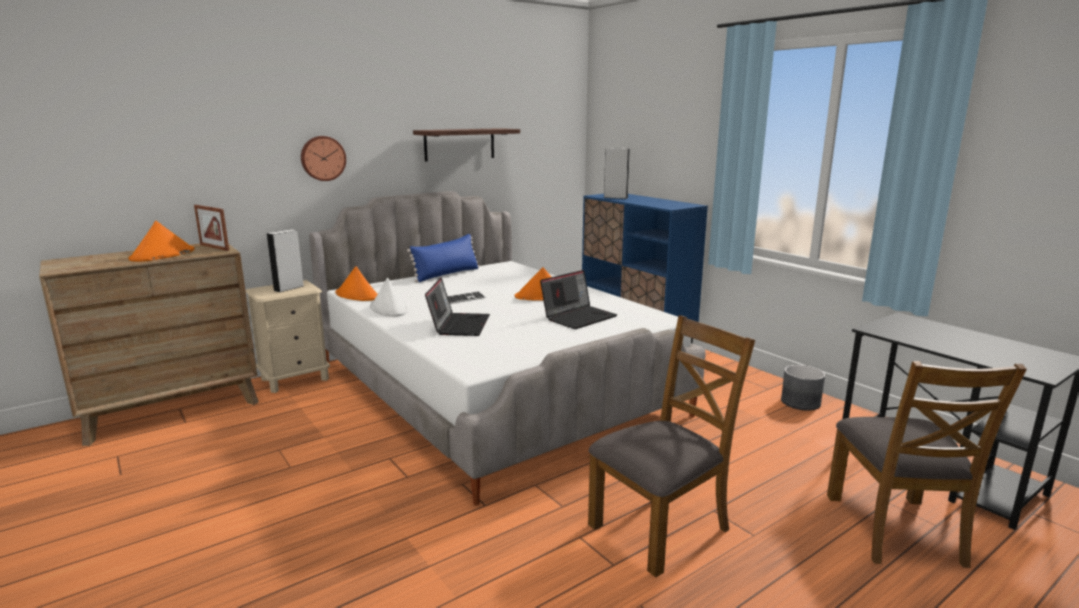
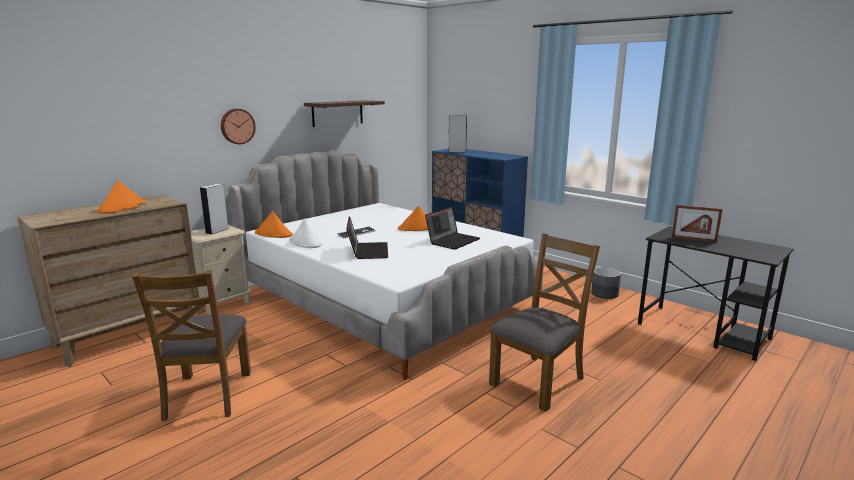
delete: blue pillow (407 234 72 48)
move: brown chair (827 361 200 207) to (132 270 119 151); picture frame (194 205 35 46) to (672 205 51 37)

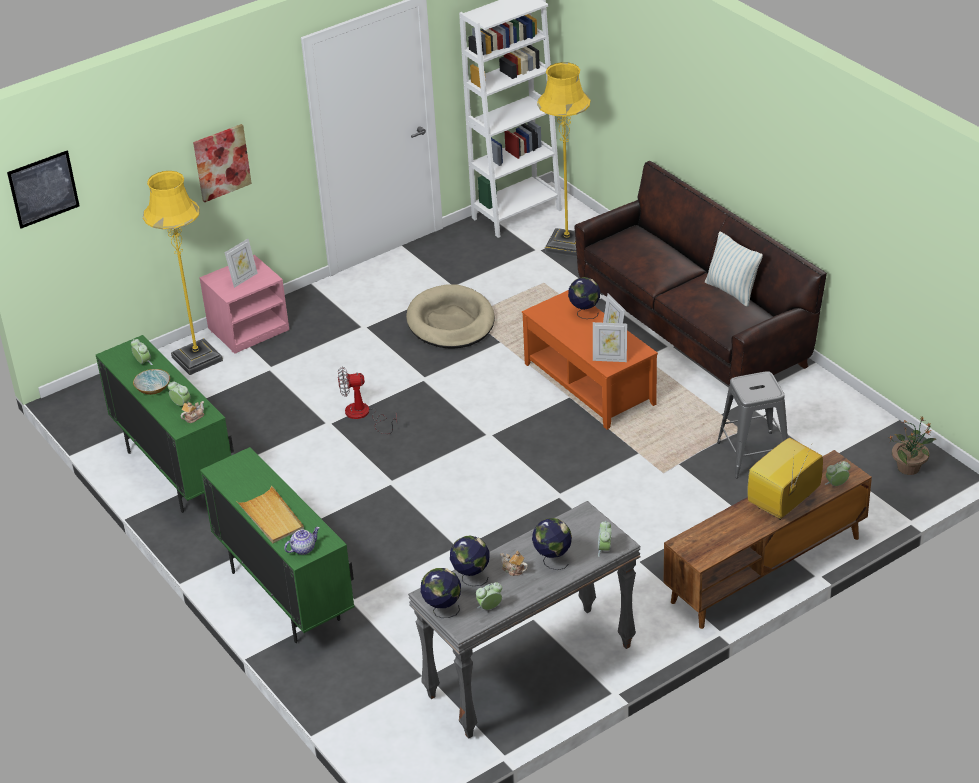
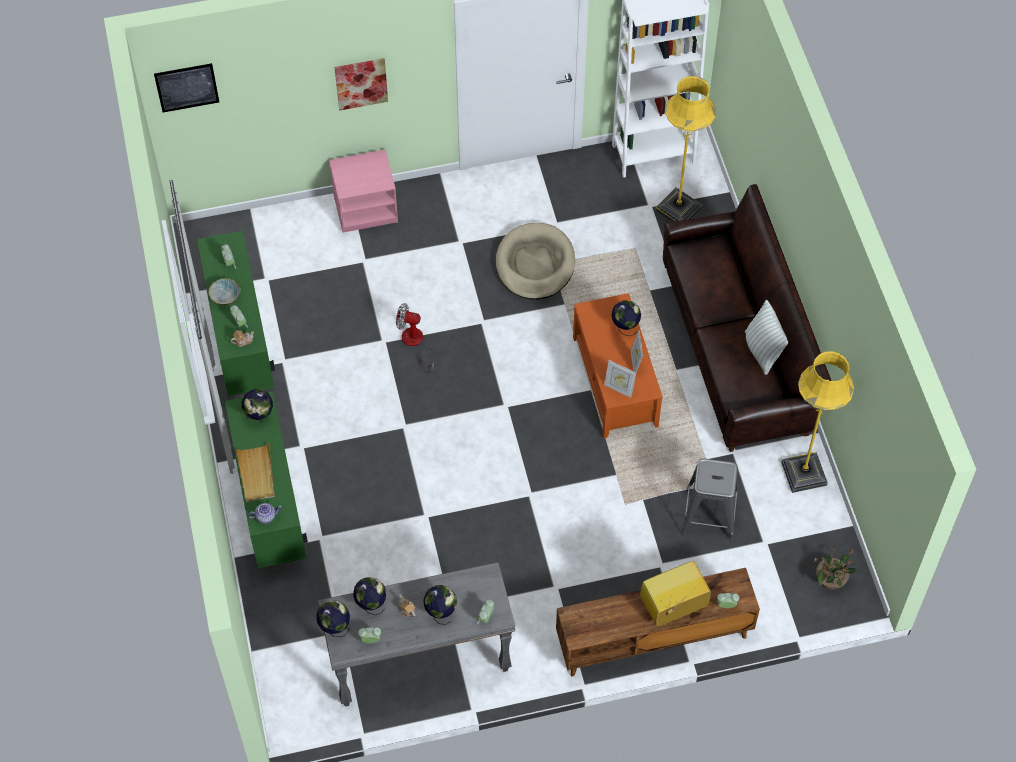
delete: picture frame (225 238 32 50)
insert: globe (242 389 31 34)
move: yellow floor lamp (143 171 80 204) to (781 351 73 142)

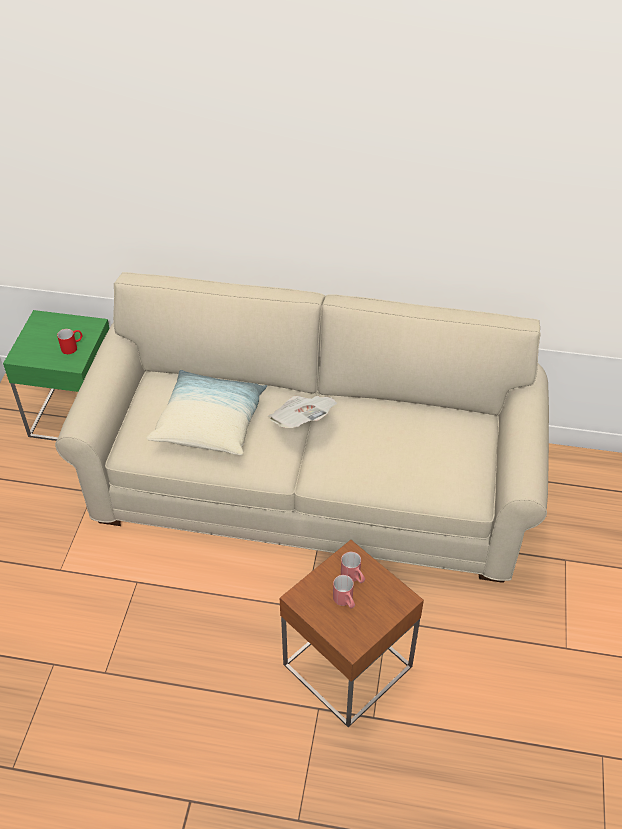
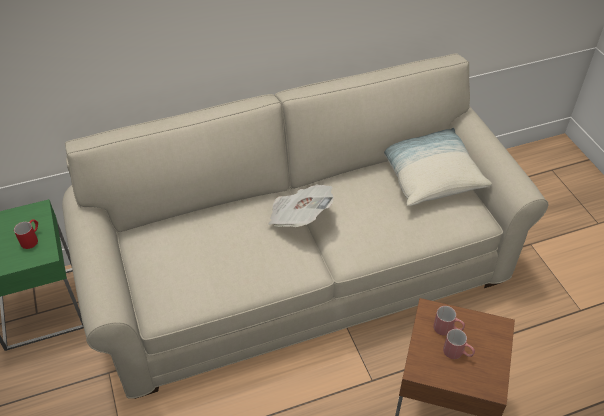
move: pillow (146 370 121 85) to (384 128 108 78)

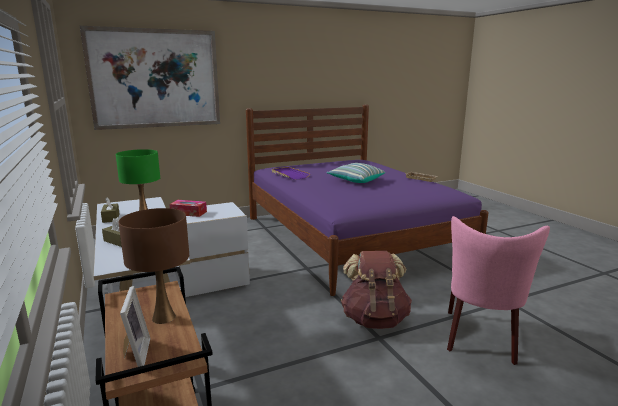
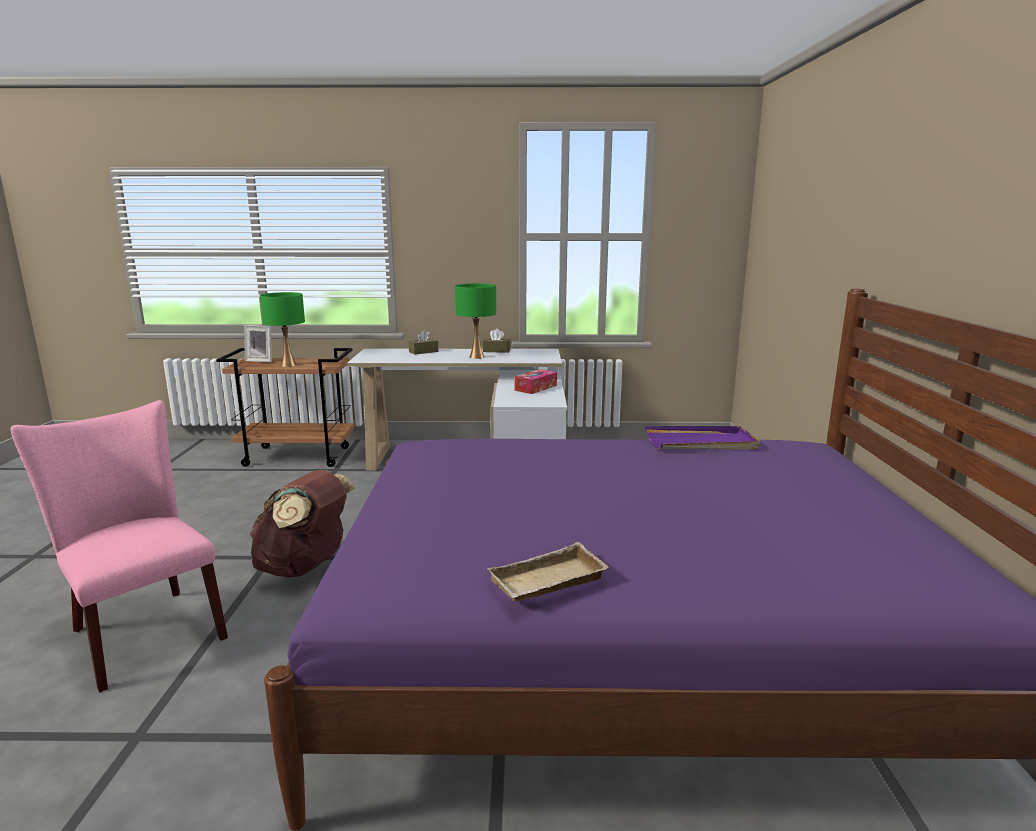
delete: picture (80 26 140 104); pillow (327 163 59 20)
recolor: brown table lamp (118 208 71 116) to green table lamp (260 292 45 75)

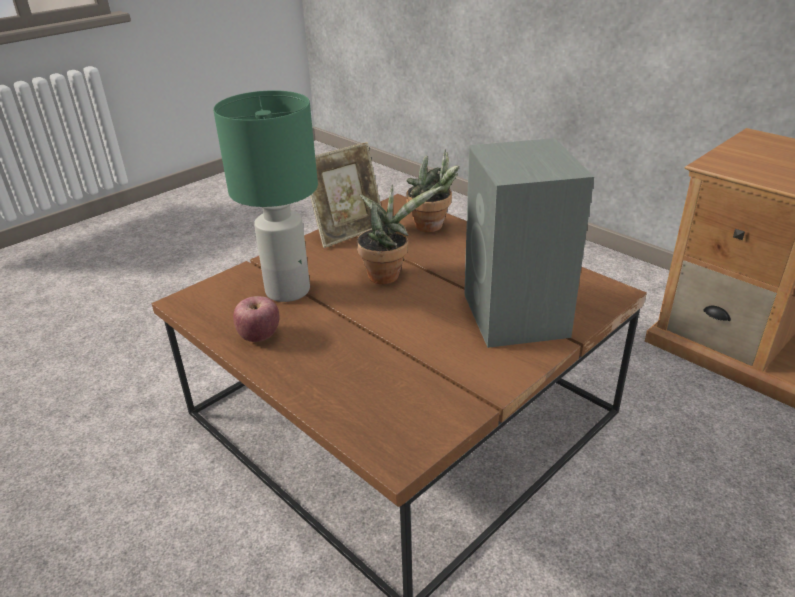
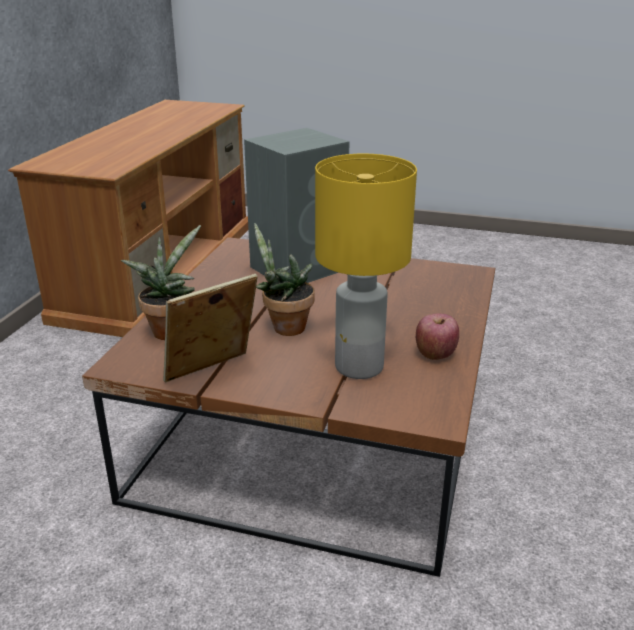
recolor: green table lamp (213 90 105 212) to yellow table lamp (315 154 102 225)
rotate: picture frame (310 142 71 106) = (163 274 95 109) 60 degrees counterclockwise

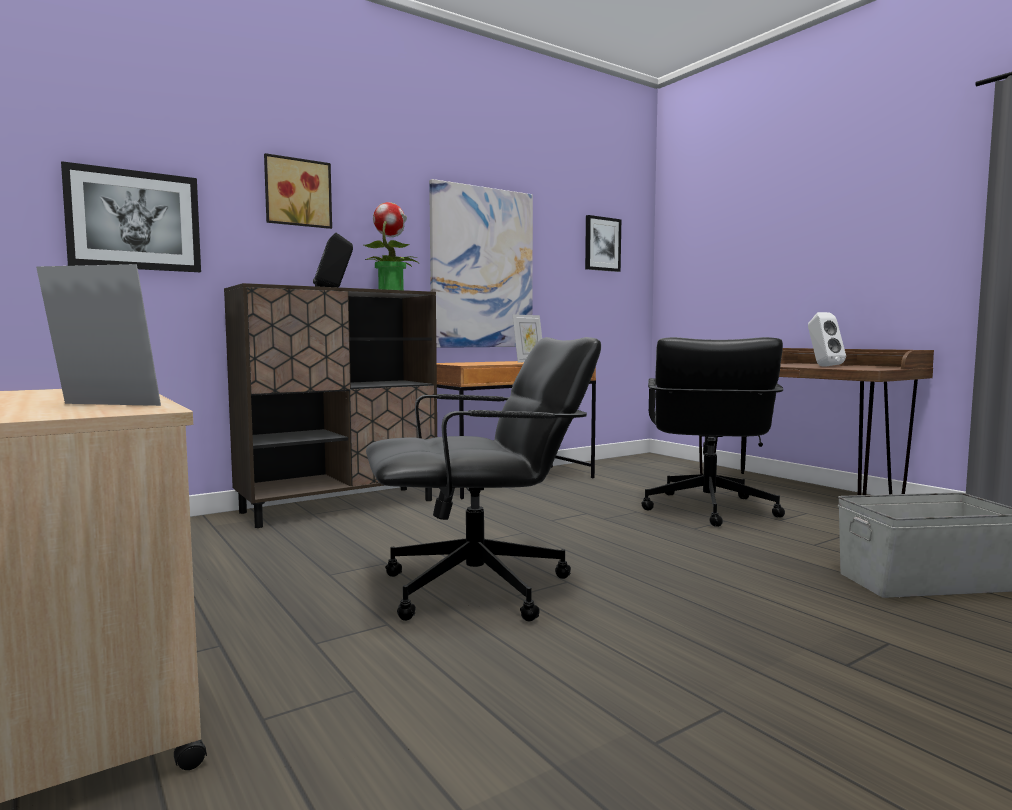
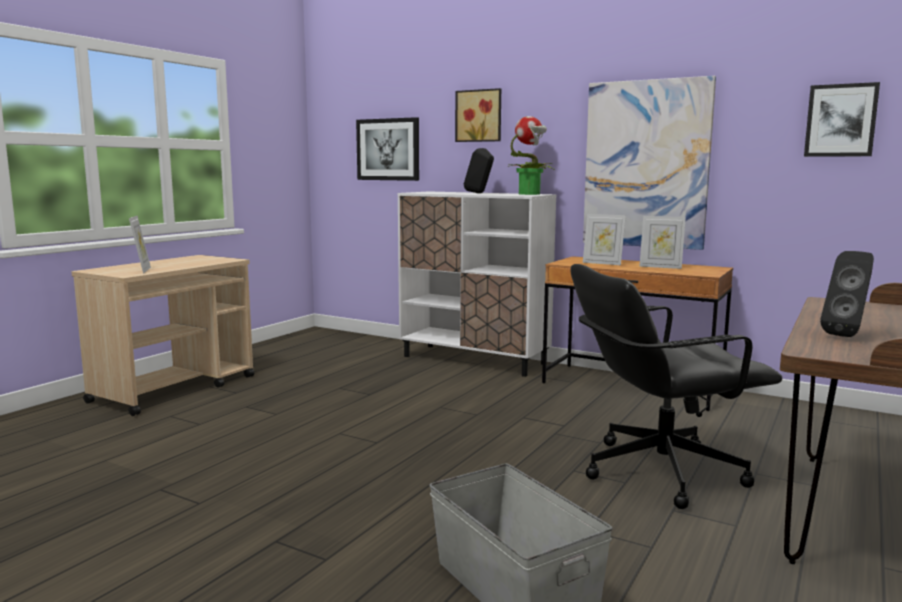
delete: black office chair (366 337 235 284)
insert: picture frame (583 214 43 51)
recolor: brown cabinet (224 283 213 245) to white cabinet (398 191 158 186); white speaker (808 312 38 55) to black speaker (820 251 54 86)

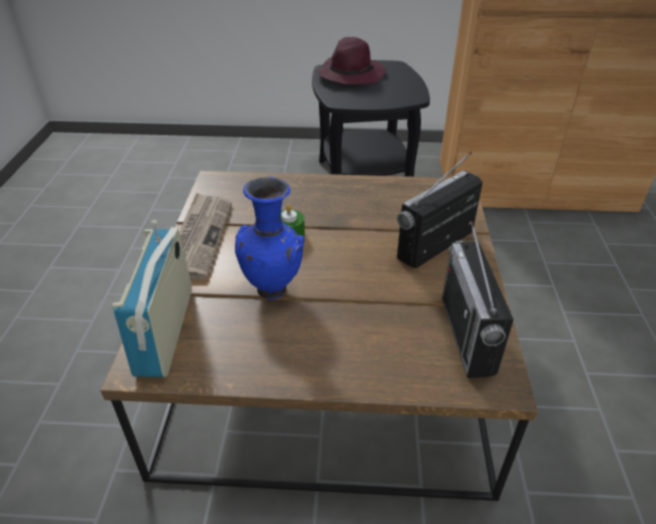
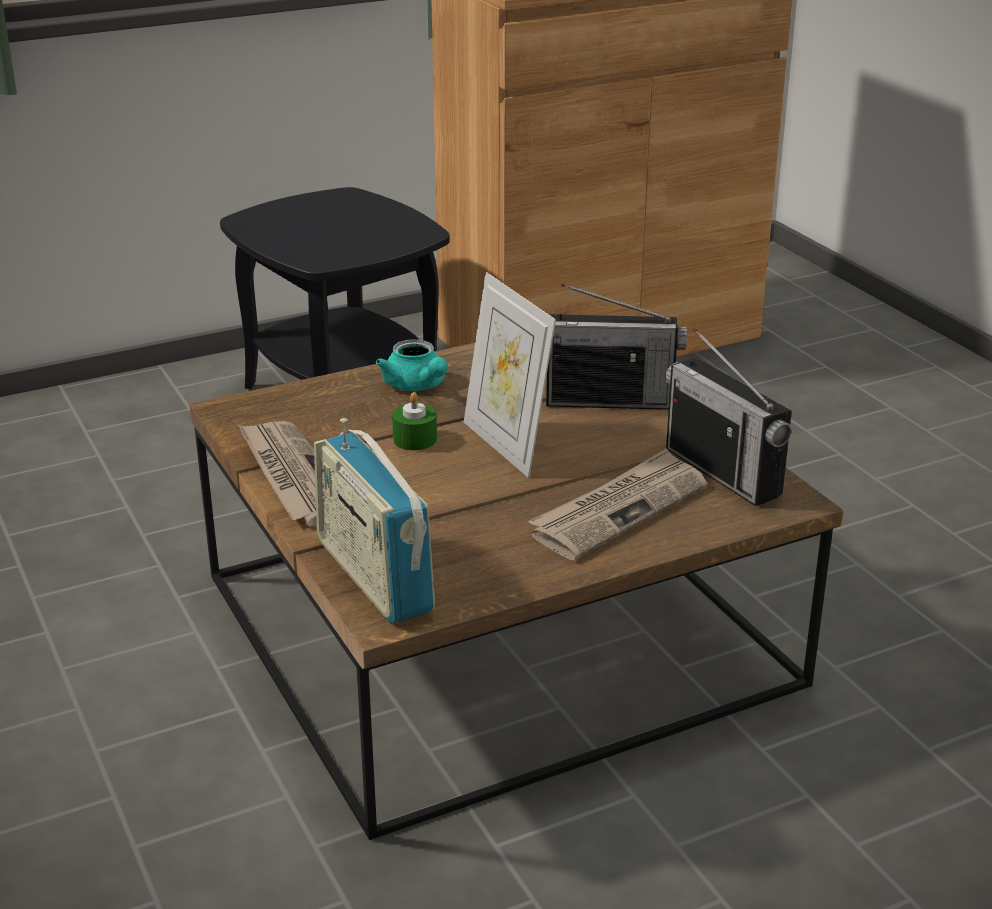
delete: blue vase (235 177 69 124); purple hat (316 37 70 48)
insert: turquoise teapot (376 339 72 52); picture frame (464 272 92 205); newspaper (528 448 179 113)
rotate: radio (397 152 86 116) = (546 284 141 126) 105 degrees counterclockwise

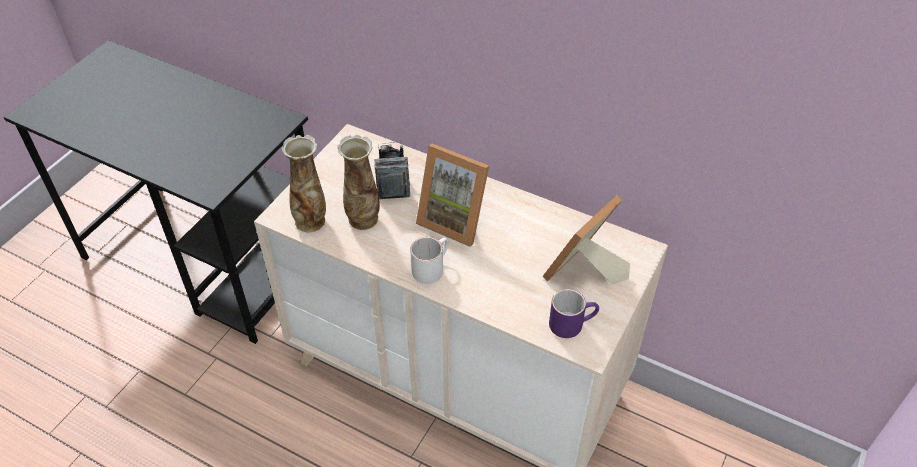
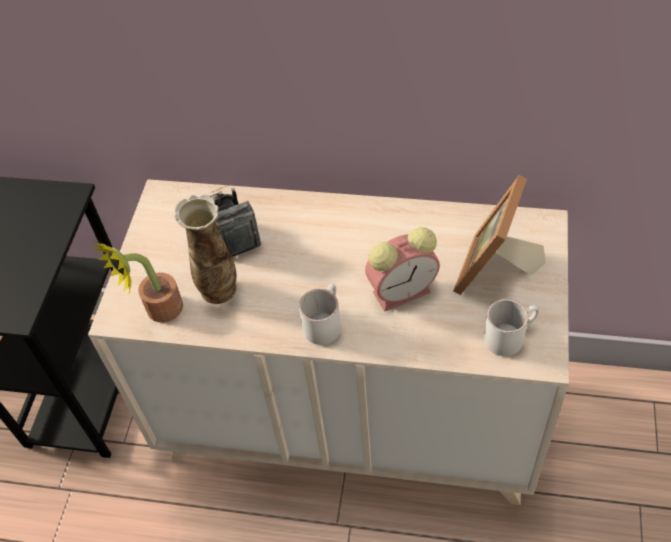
delete: picture frame (416 144 73 103)
insert: alarm clock (365 227 75 85)
replace: vase (281 135 45 97) to potted plant (91 240 92 82)
recolor: purple mug (549 289 50 49) to white mug (484 299 55 57)

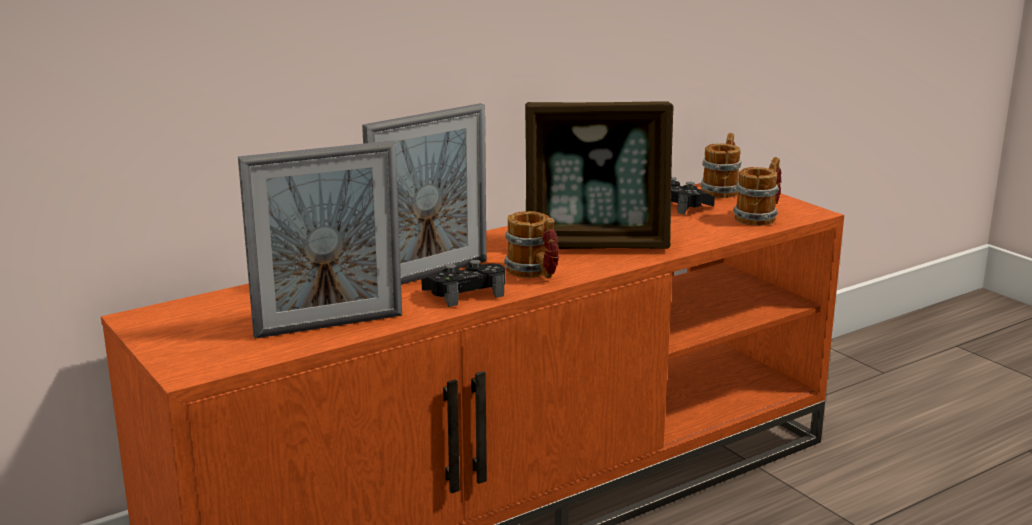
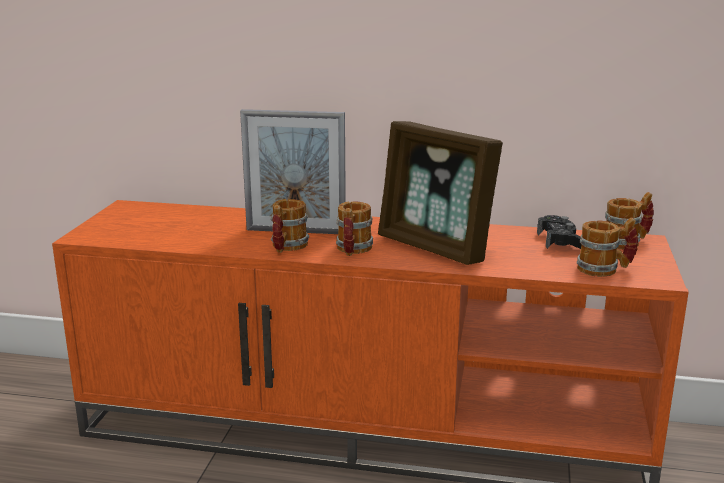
delete: picture frame (238 141 164 198)
replace: black game controller (421 260 84 47) to mug (271 199 38 54)

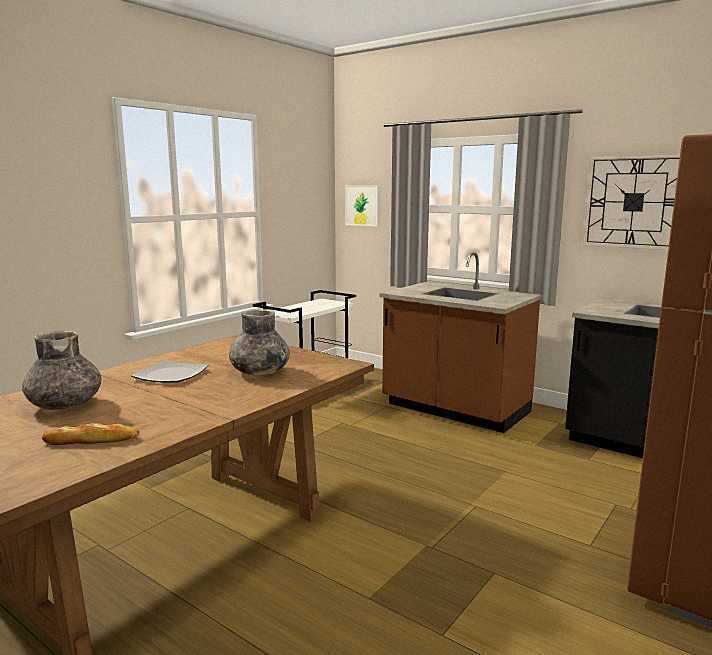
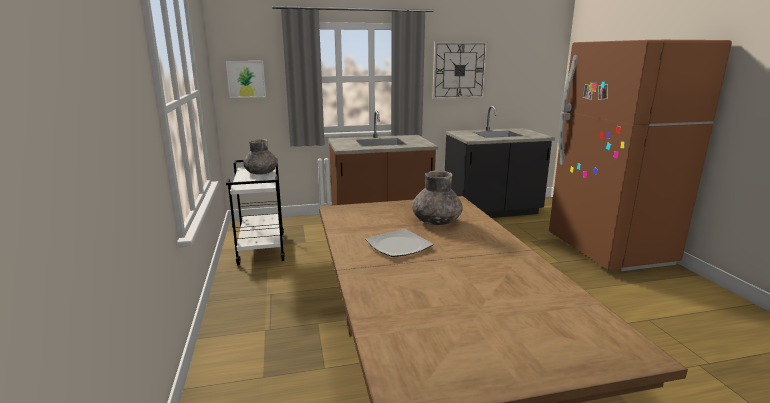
delete: bread (42 423 98 22)
move: grey vase (22 330 80 80) to (243 139 35 36)

